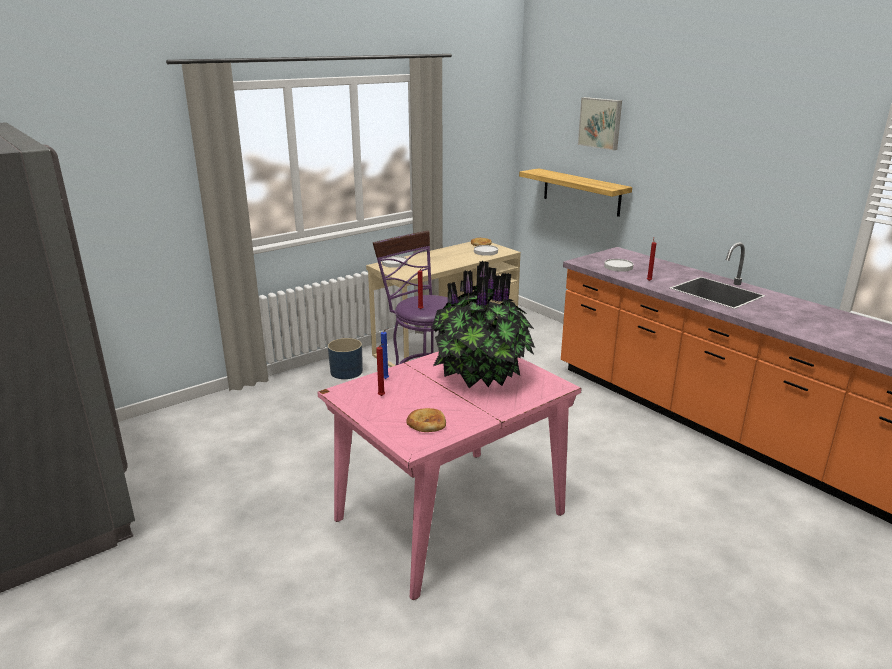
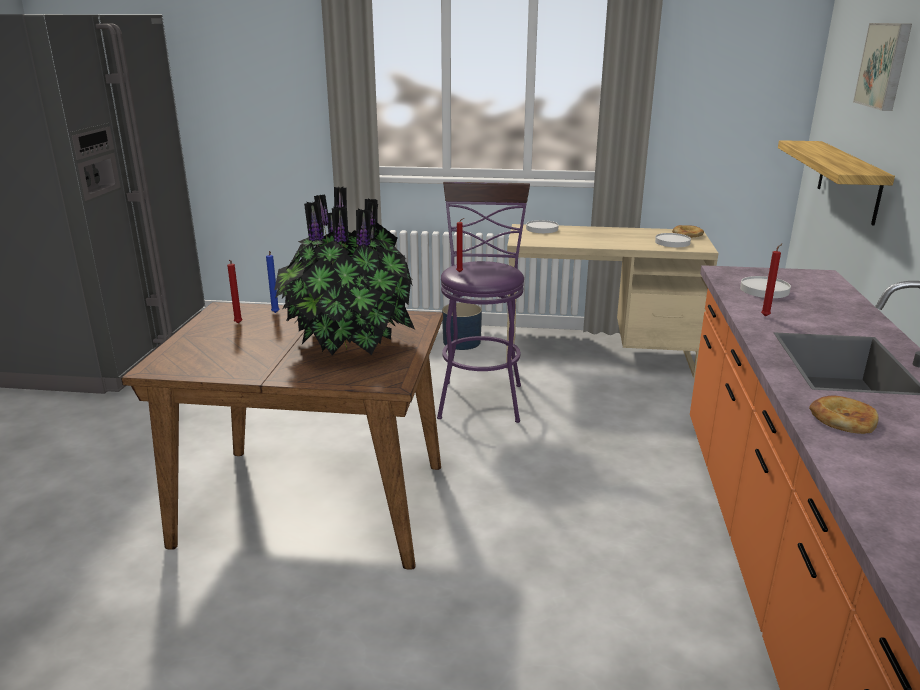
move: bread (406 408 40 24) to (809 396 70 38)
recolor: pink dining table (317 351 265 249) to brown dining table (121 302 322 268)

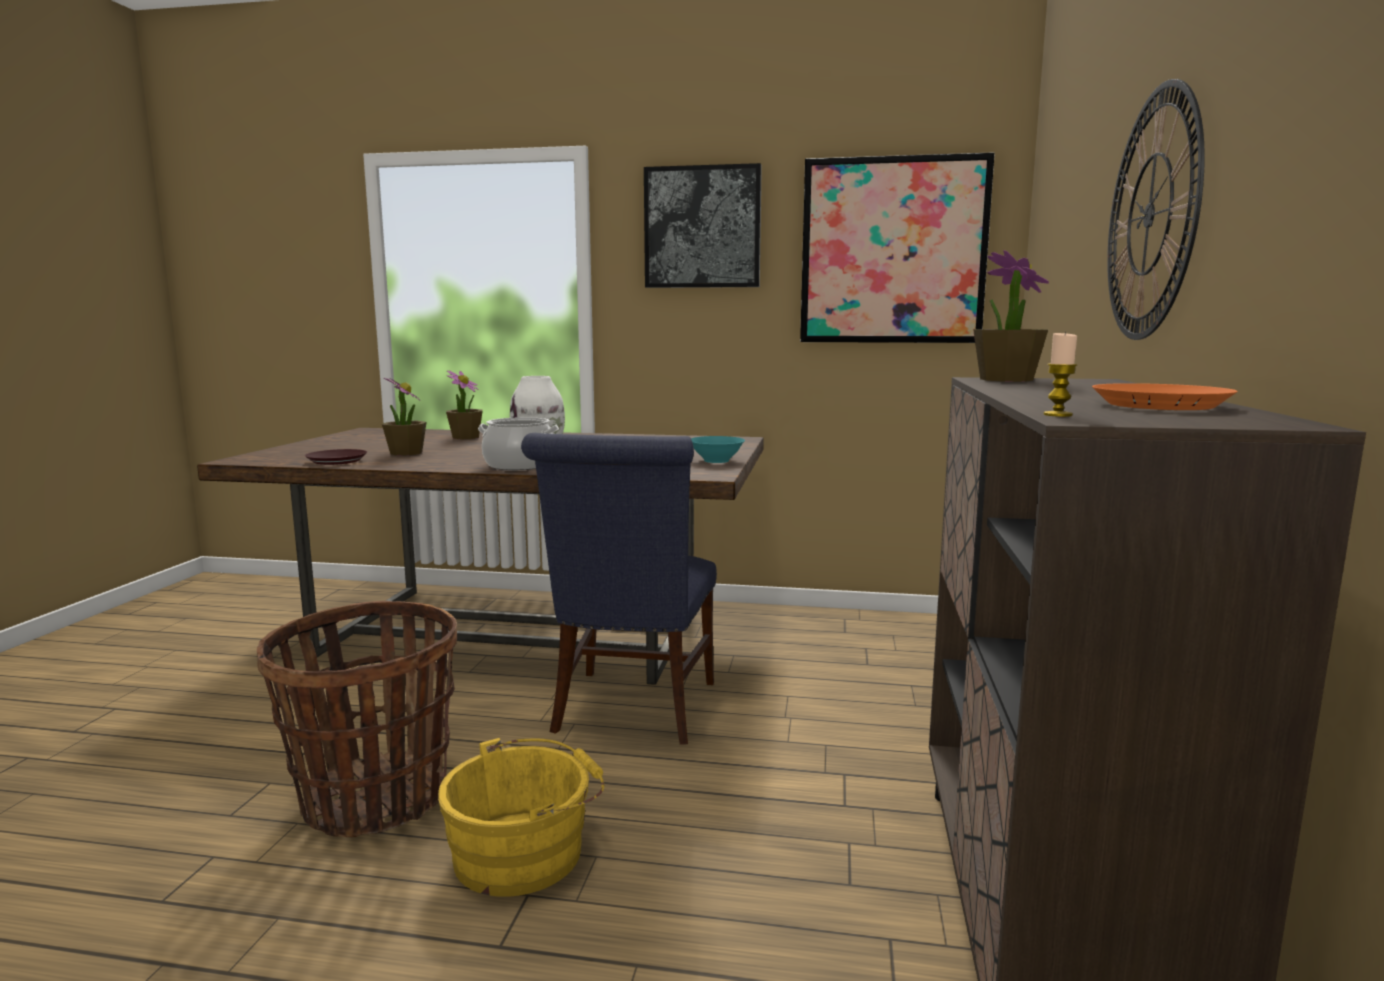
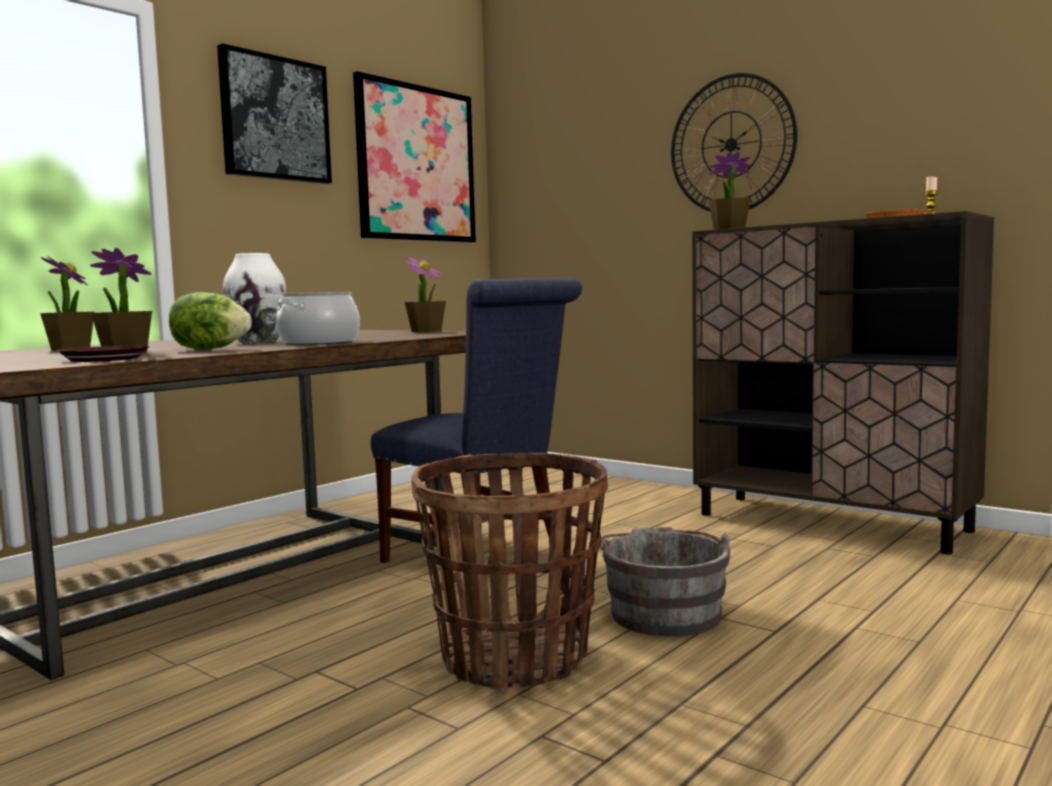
insert: lettuce (169 292 83 58)
replace: turquoise bowl (691 436 54 27) to potted plant (405 257 41 75)
recolor: yellow bucket (438 738 166 159) to grey bucket (600 527 131 110)

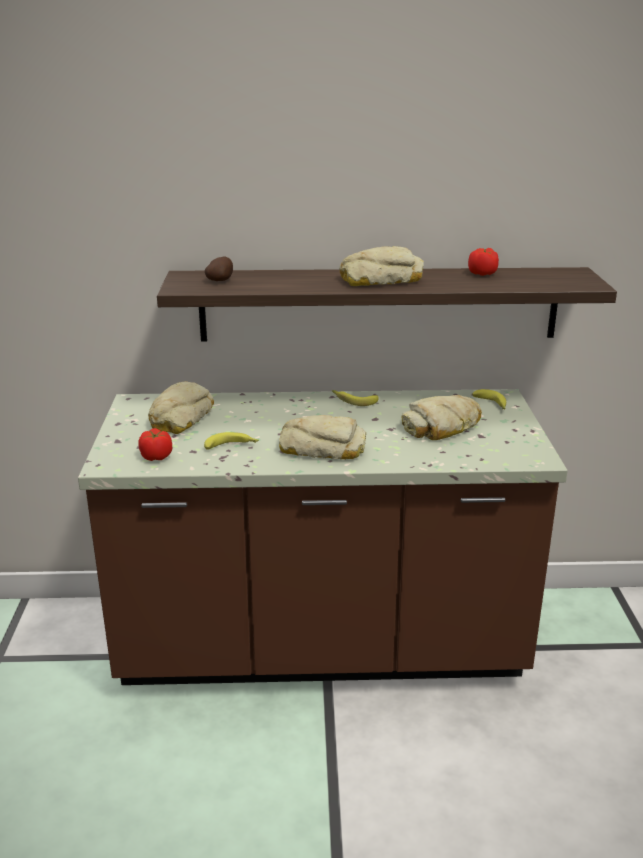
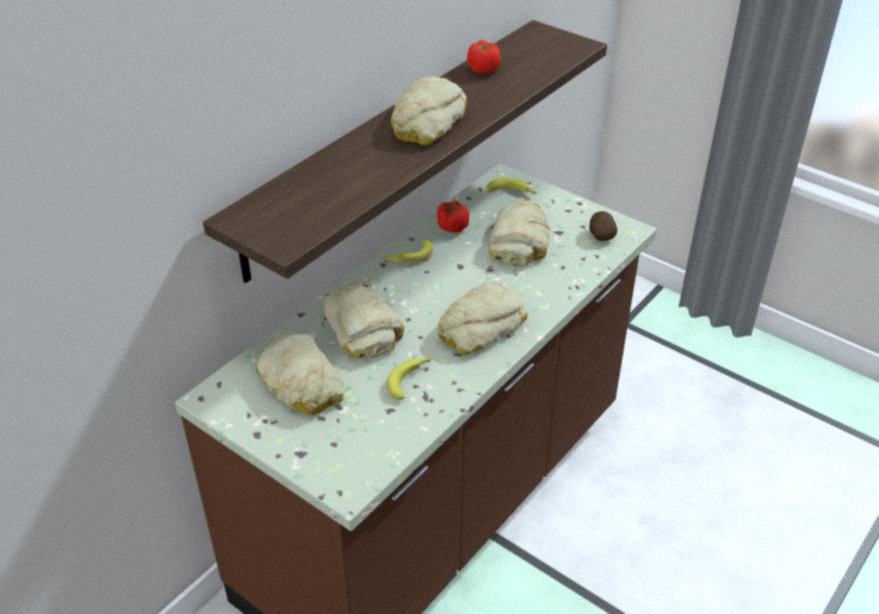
insert: bread (324 283 80 76)
move: tomato (138 428 34 33) to (437 201 32 32); potato (205 257 28 24) to (589 211 29 30)

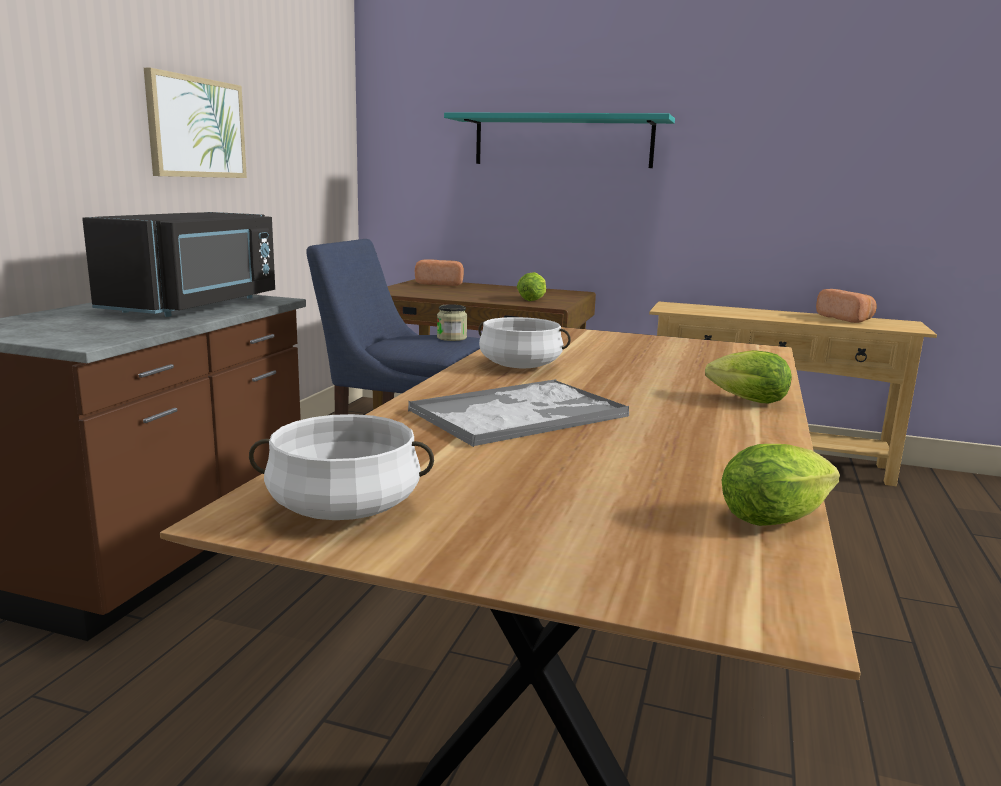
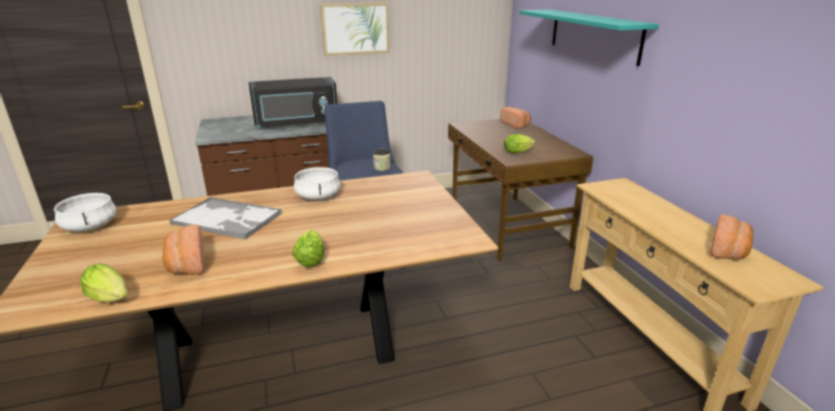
insert: bread (162 224 43 51)

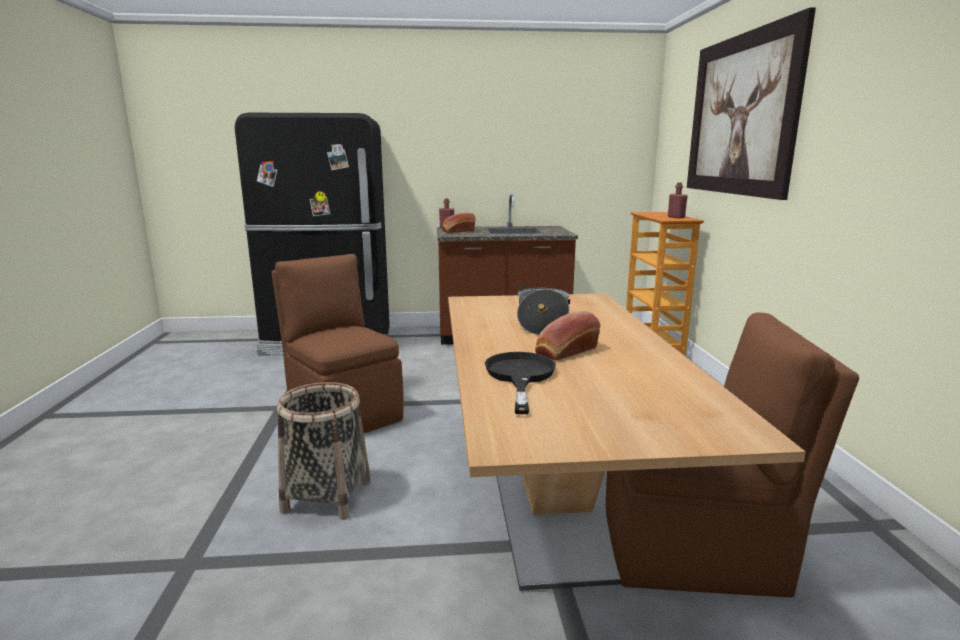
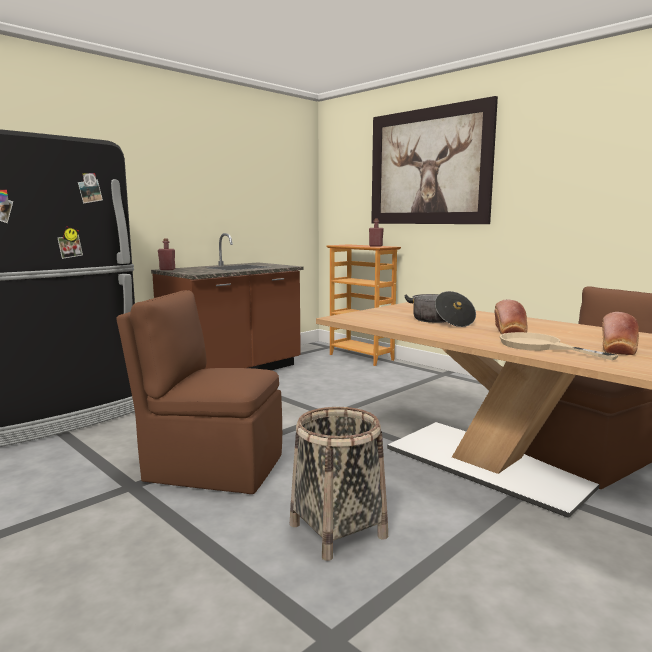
move: bread (442 212 34 21) to (602 312 37 43)
recolor: black frying pan (485 352 71 62) to beige frying pan (499 332 120 28)

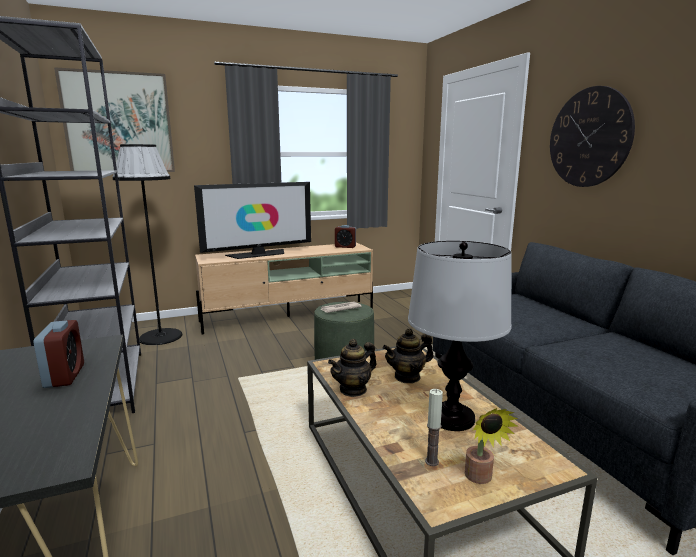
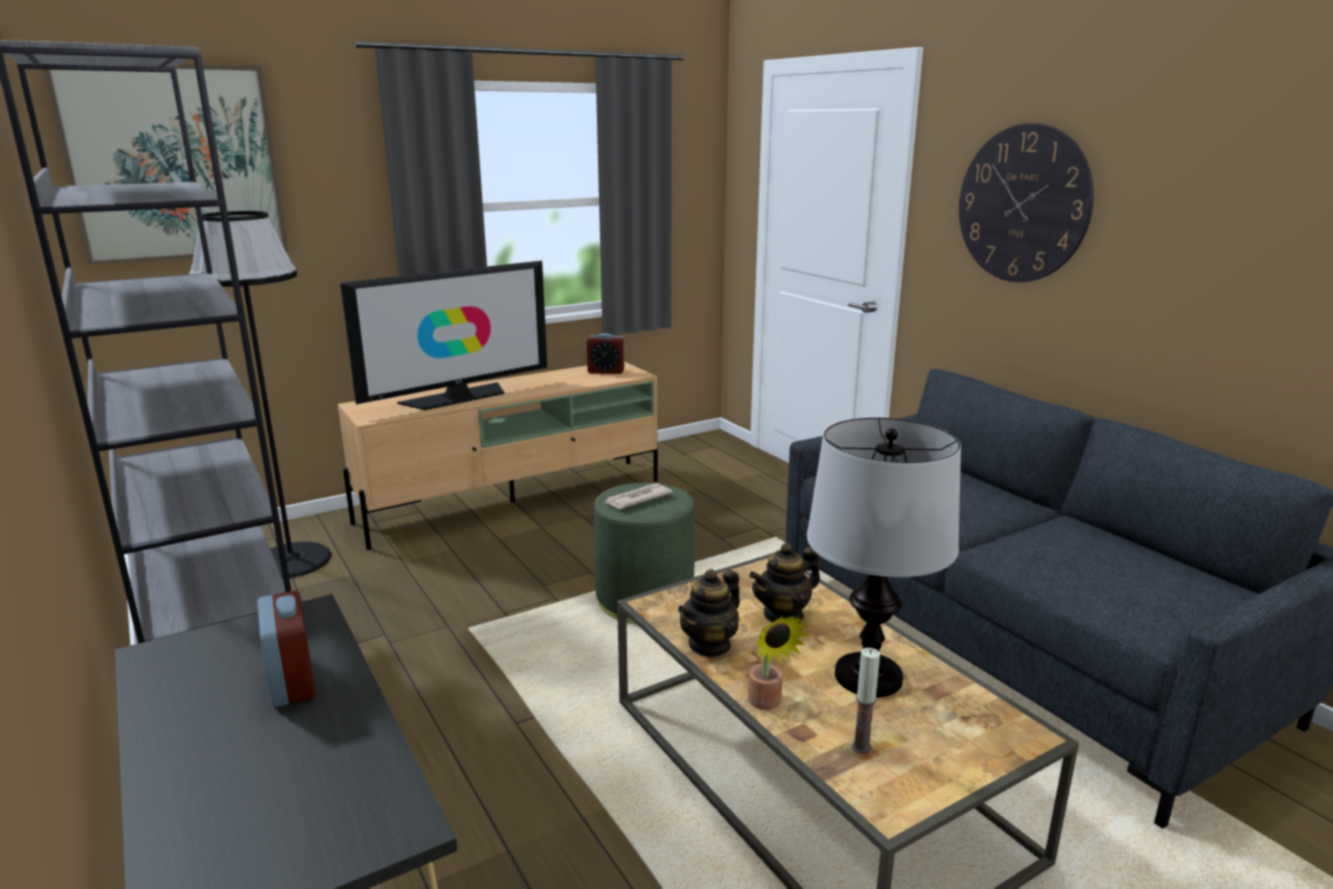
move: potted plant (465 408 54 76) to (748 616 61 94)

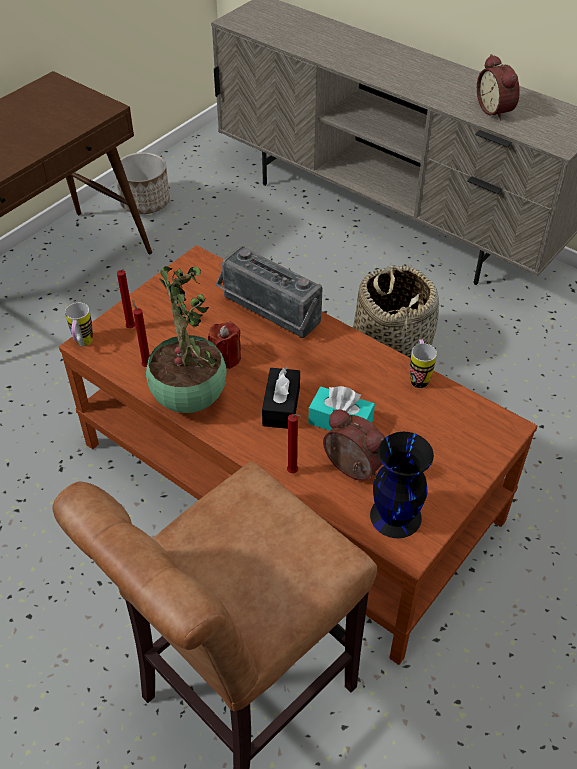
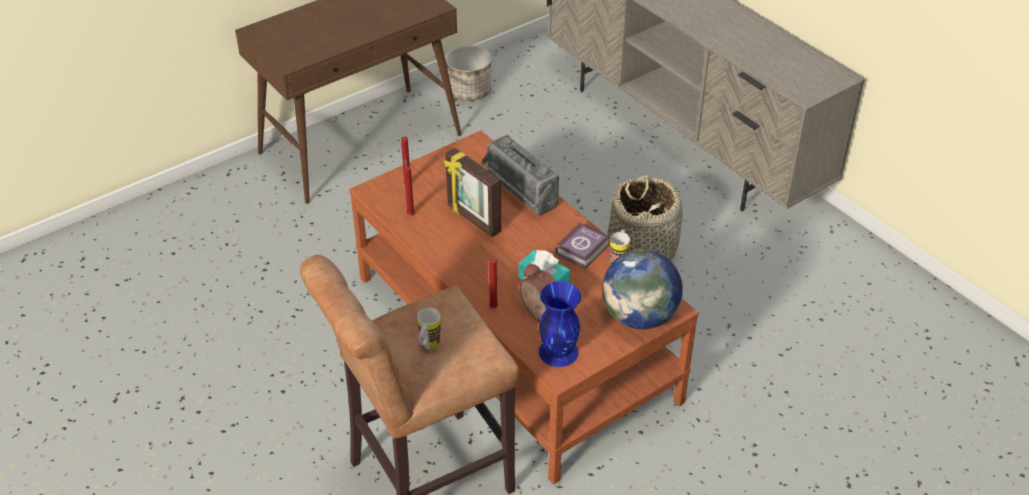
delete: potted plant (146 266 81 147); black tissue box (262 368 38 61); alarm clock (477 54 43 67)
insert: book (555 222 55 47); globe (602 249 81 80)
move: mug (65 303 28 43) to (417 308 24 42)
replace: red candle (208 322 33 47) to picture frame (444 148 57 89)
recolor: black vase (370 432 64 106) to blue vase (539 281 42 86)

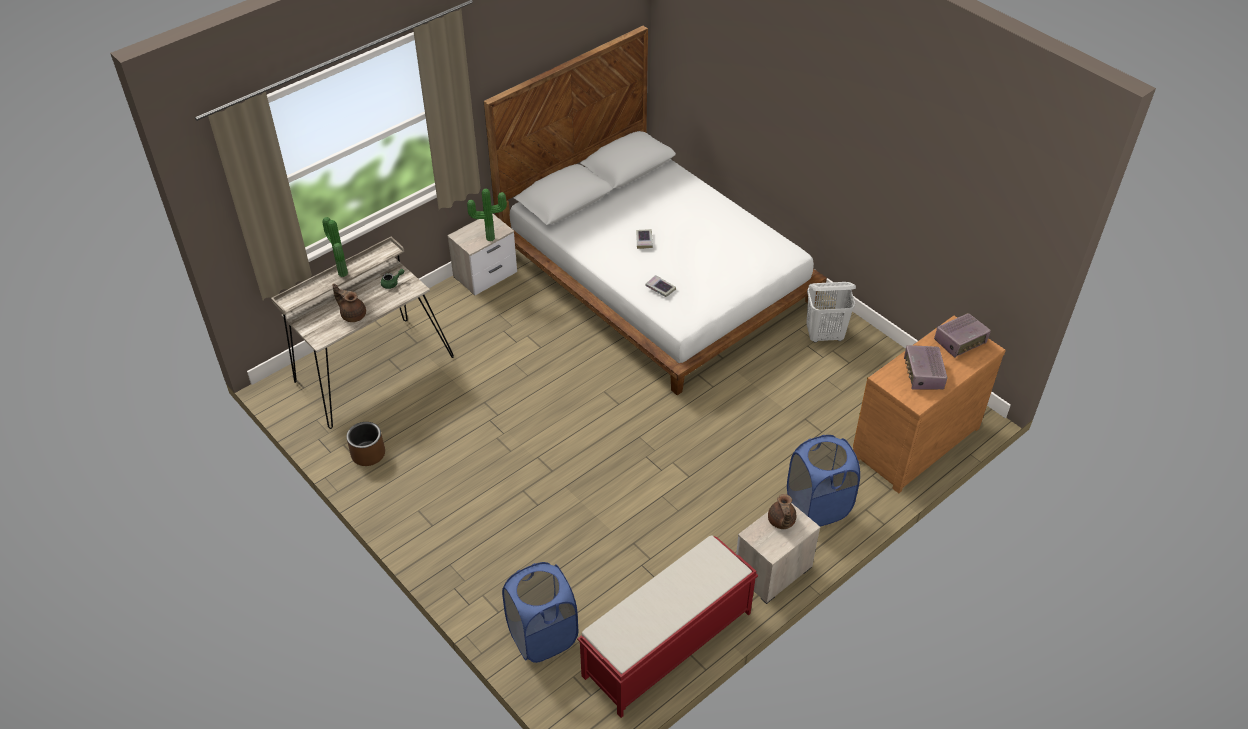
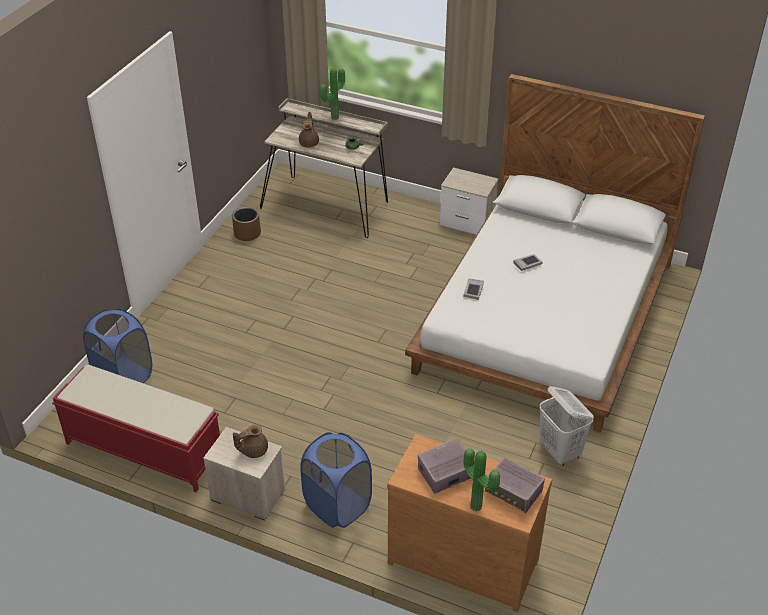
move: potted plant (467 189 40 52) to (463 448 37 63)

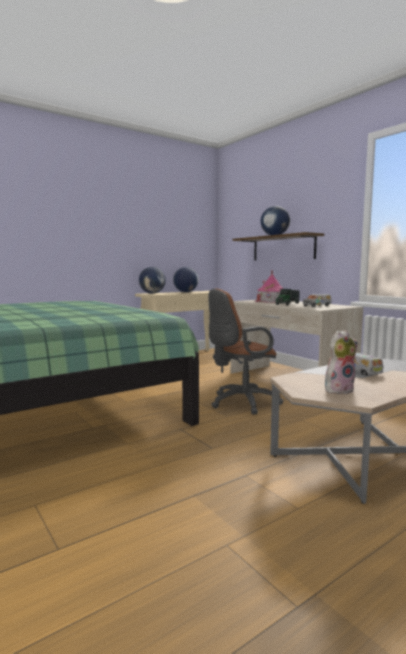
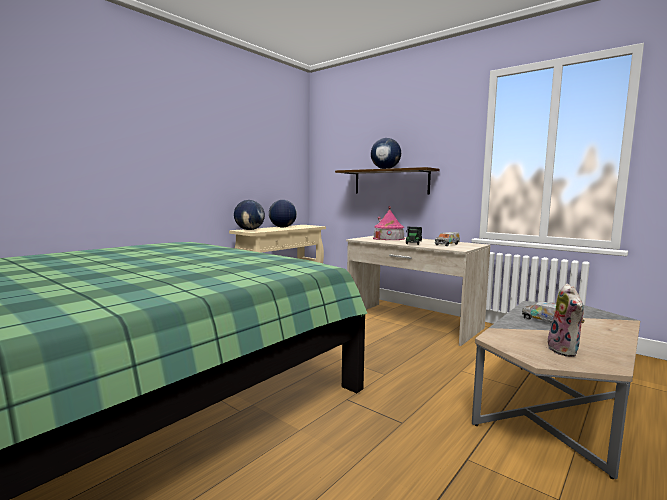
delete: brown office chair (208 288 75 127)
rotate: plush toy (325 330 33 64) = (548 284 37 73) 135 degrees clockwise

